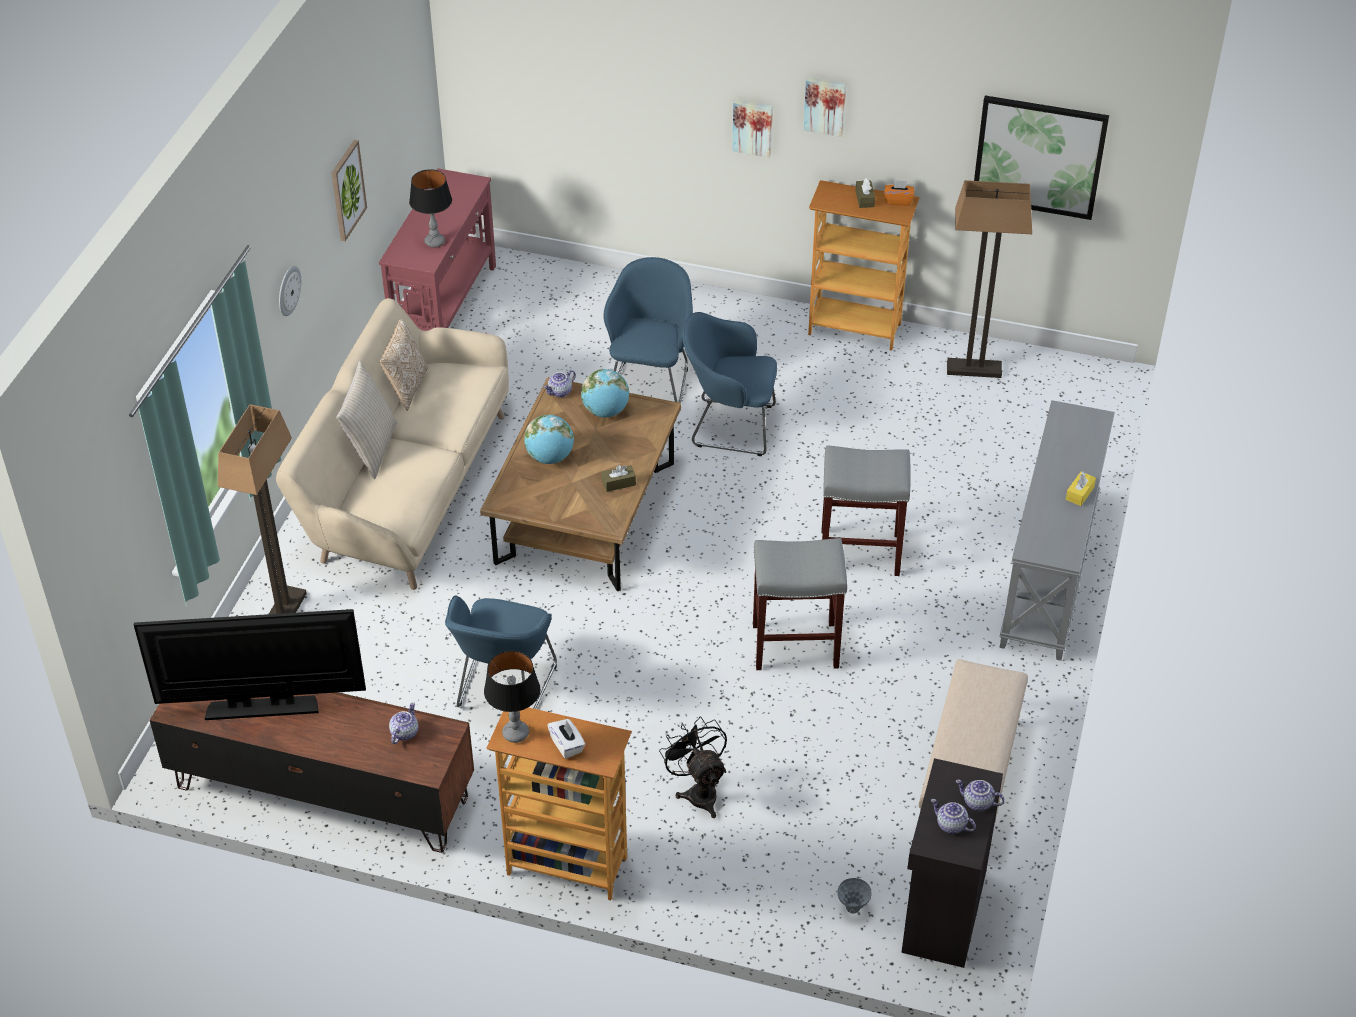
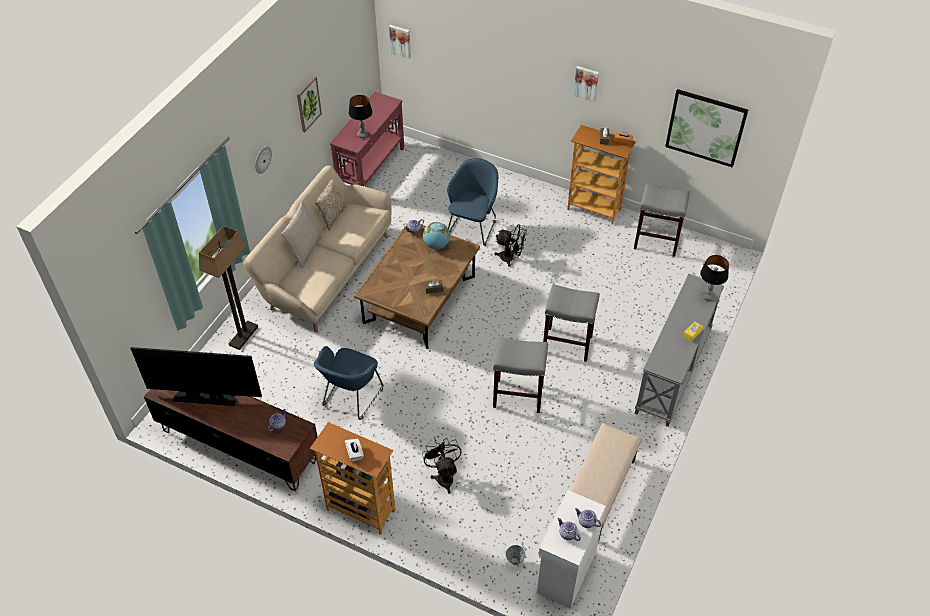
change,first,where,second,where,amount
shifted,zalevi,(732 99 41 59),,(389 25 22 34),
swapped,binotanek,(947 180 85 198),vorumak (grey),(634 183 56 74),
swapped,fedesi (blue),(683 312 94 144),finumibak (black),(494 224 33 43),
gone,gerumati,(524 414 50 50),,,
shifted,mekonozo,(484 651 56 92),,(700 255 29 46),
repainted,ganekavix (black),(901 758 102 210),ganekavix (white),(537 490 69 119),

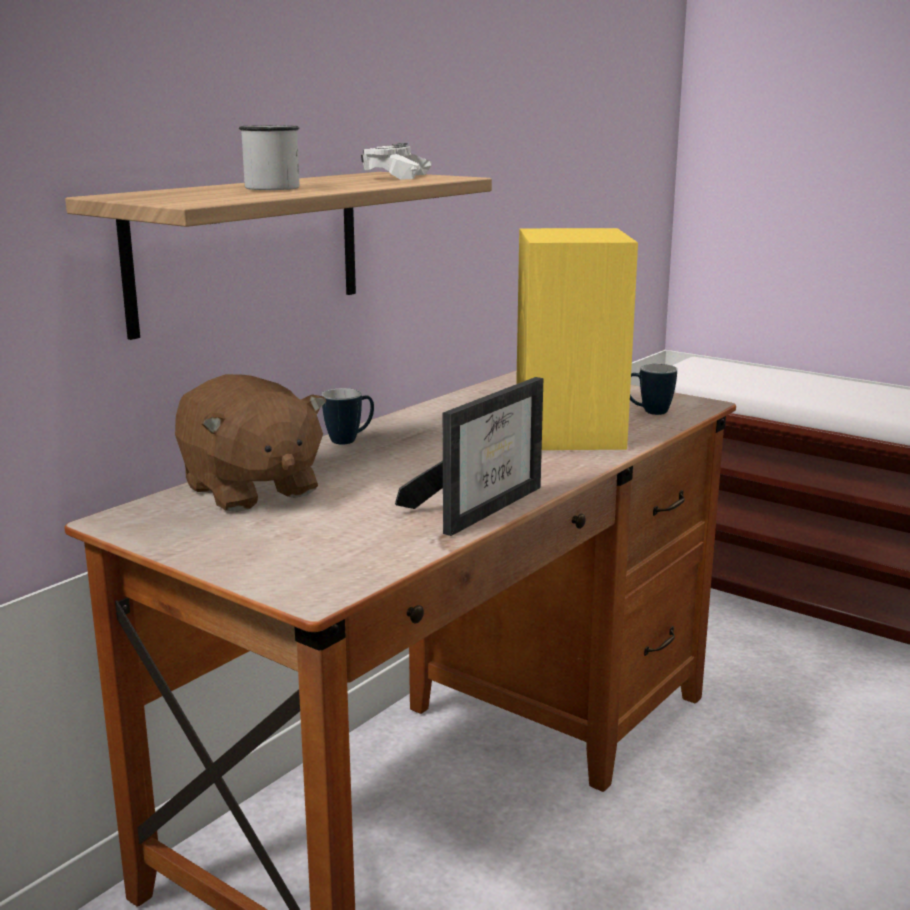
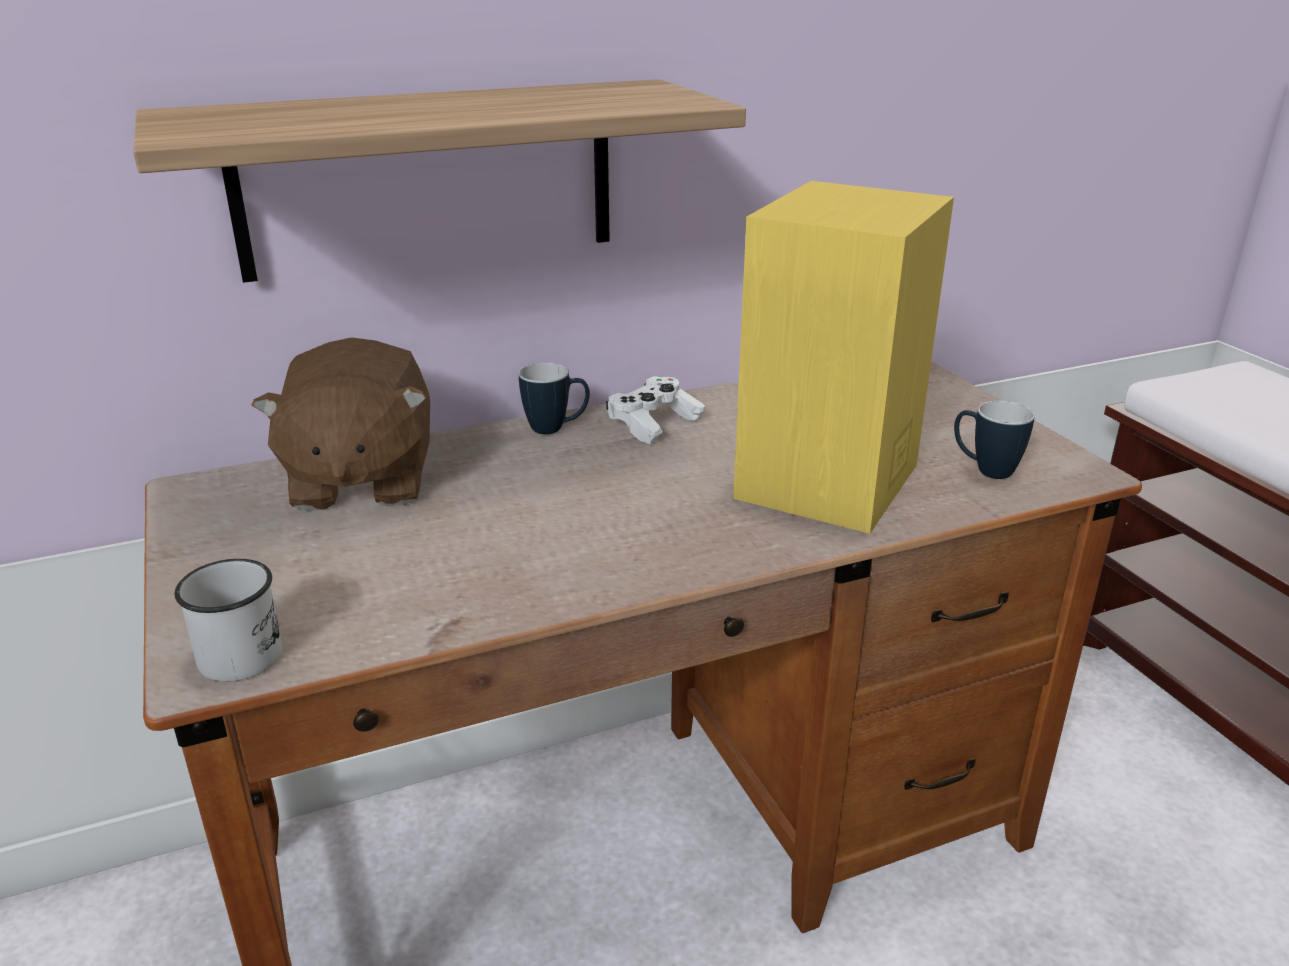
change,first,where,second,where,amount
shifted,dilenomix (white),(239 125 60 65),,(174 559 108 123),
shifted,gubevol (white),(361 143 71 37),,(606 376 99 68),
gone,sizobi,(395 377 148 159),,,

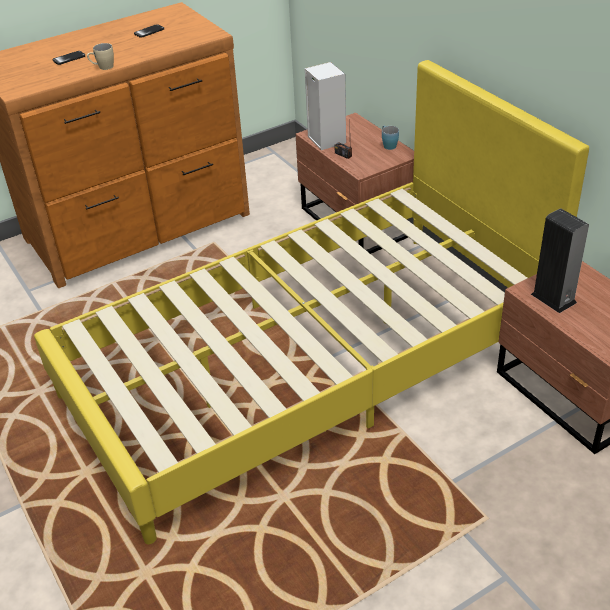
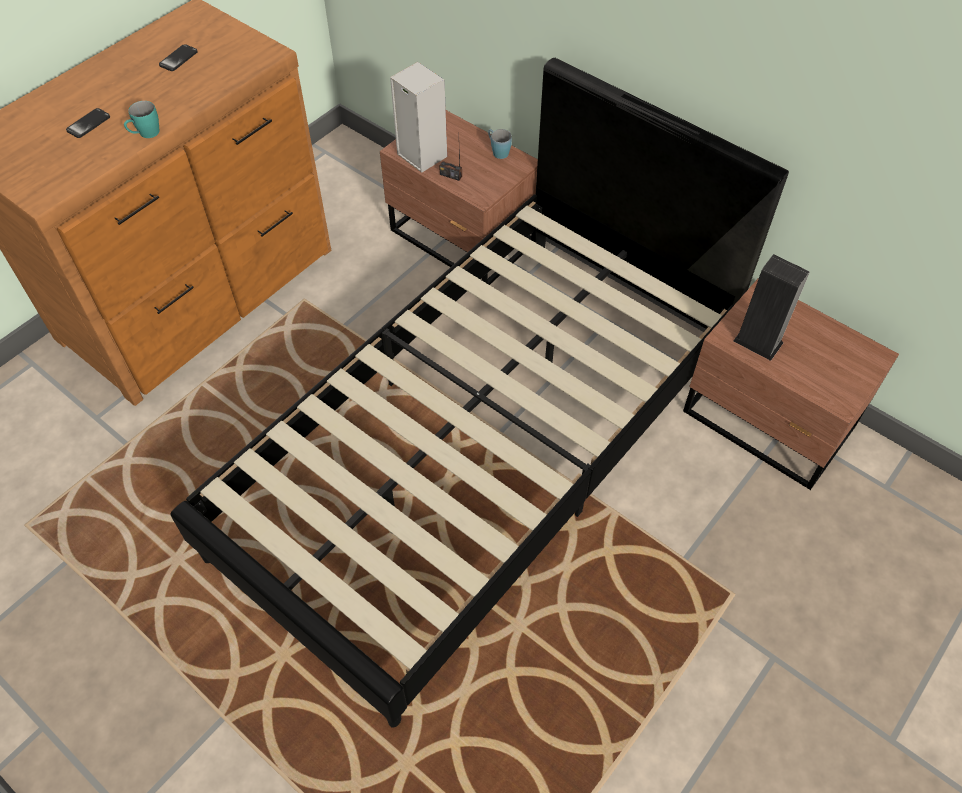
change,first,where,second,where,amount
repainted,dilenomix (beige),(87 43 27 27),dilenomix (turquoise),(124 101 36 37),
repainted,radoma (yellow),(34 60 555 484),radoma (black),(171 58 618 670),

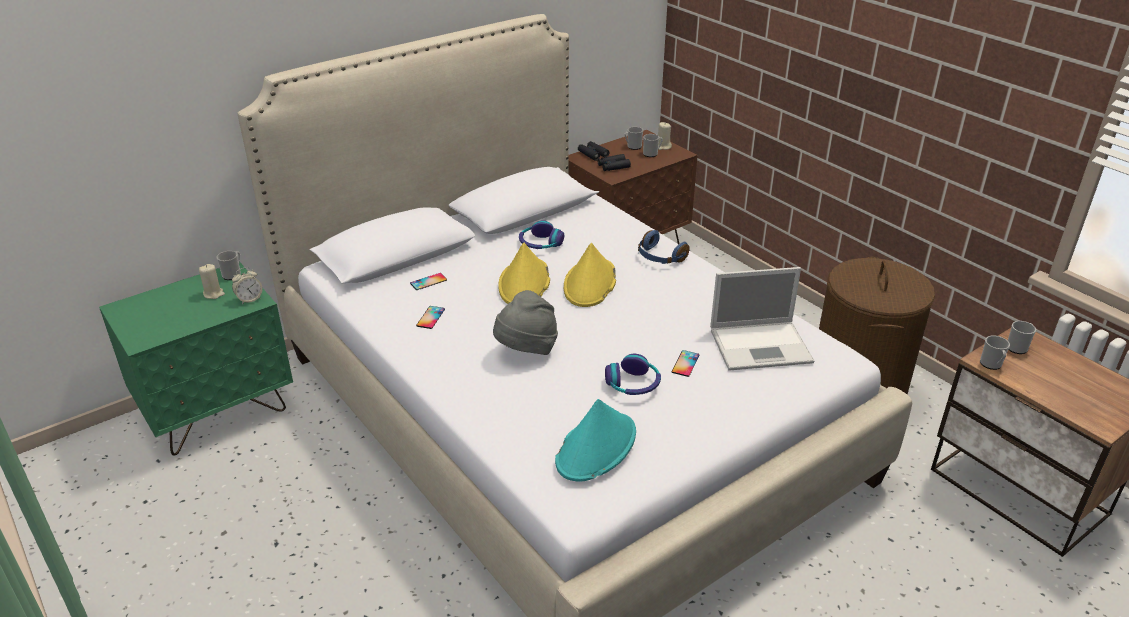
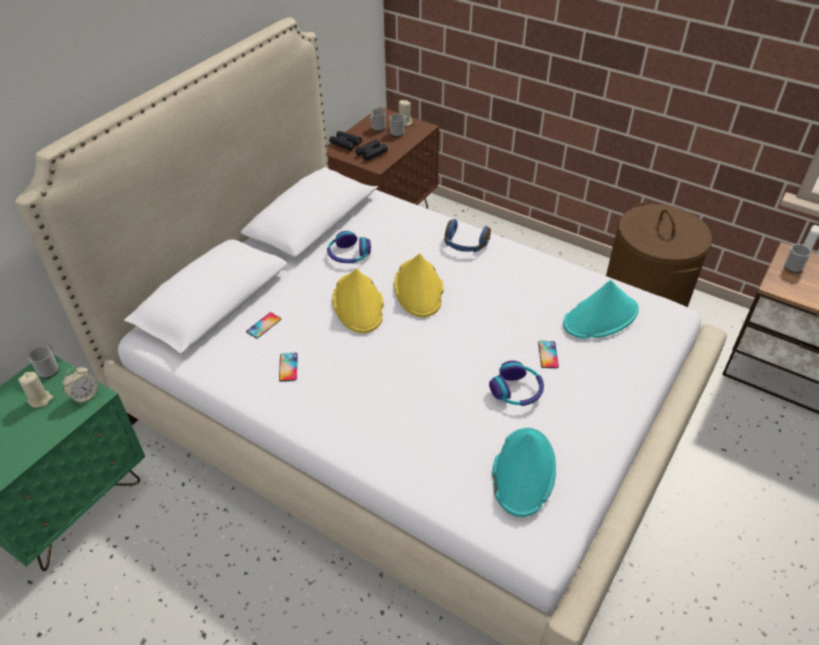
change,first,where,second,where,amount
swapped,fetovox,(710 267 104 104),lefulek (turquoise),(563 280 76 59),
gone,lefulek (grey),(493 290 65 65),,,
gone,dilenomix,(980 335 30 35),,,

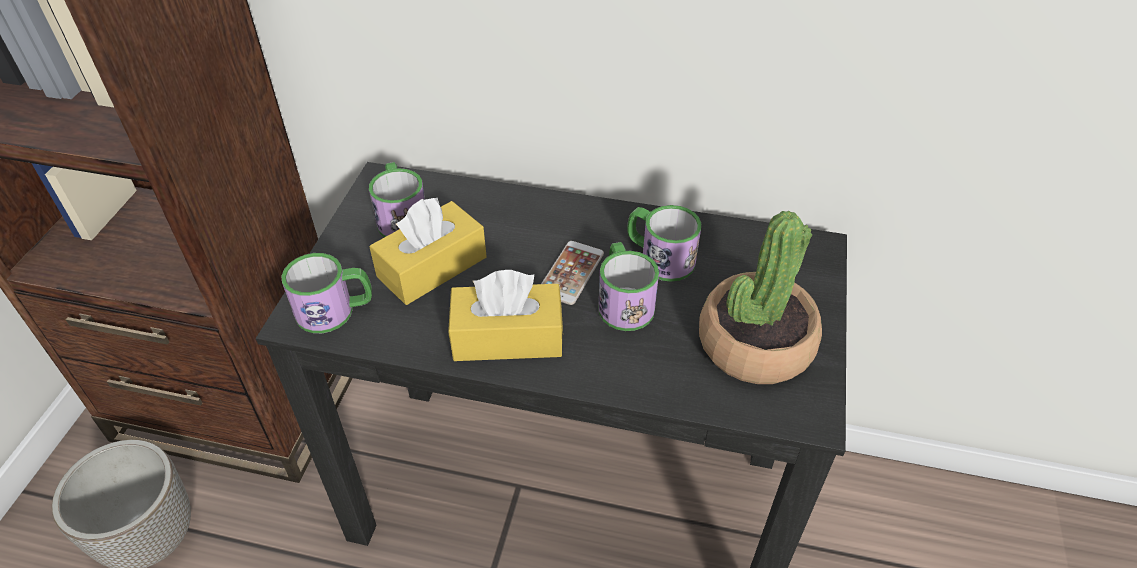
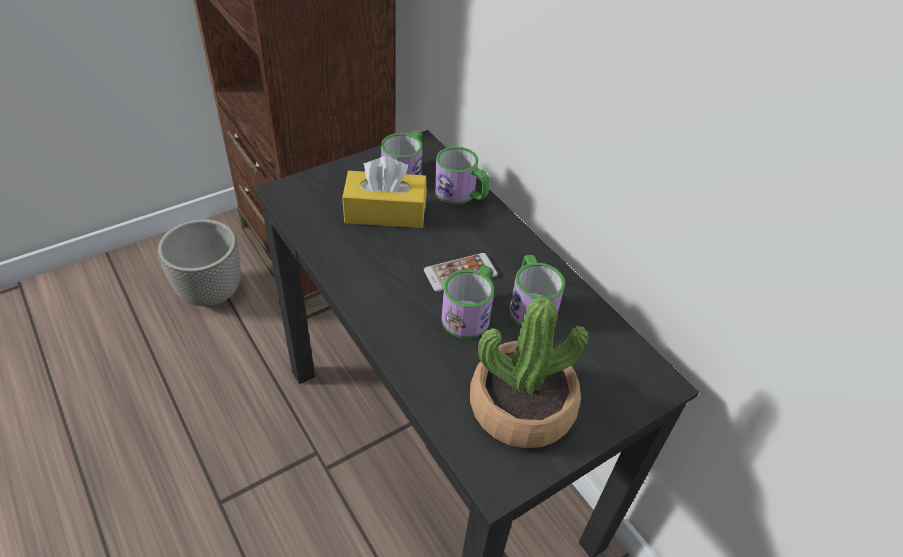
change,first,where,second,where,amount
shifted,dilenomix,(281 253 91 80),,(435 146 54 58),
gone,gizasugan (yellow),(448 270 115 91),,,

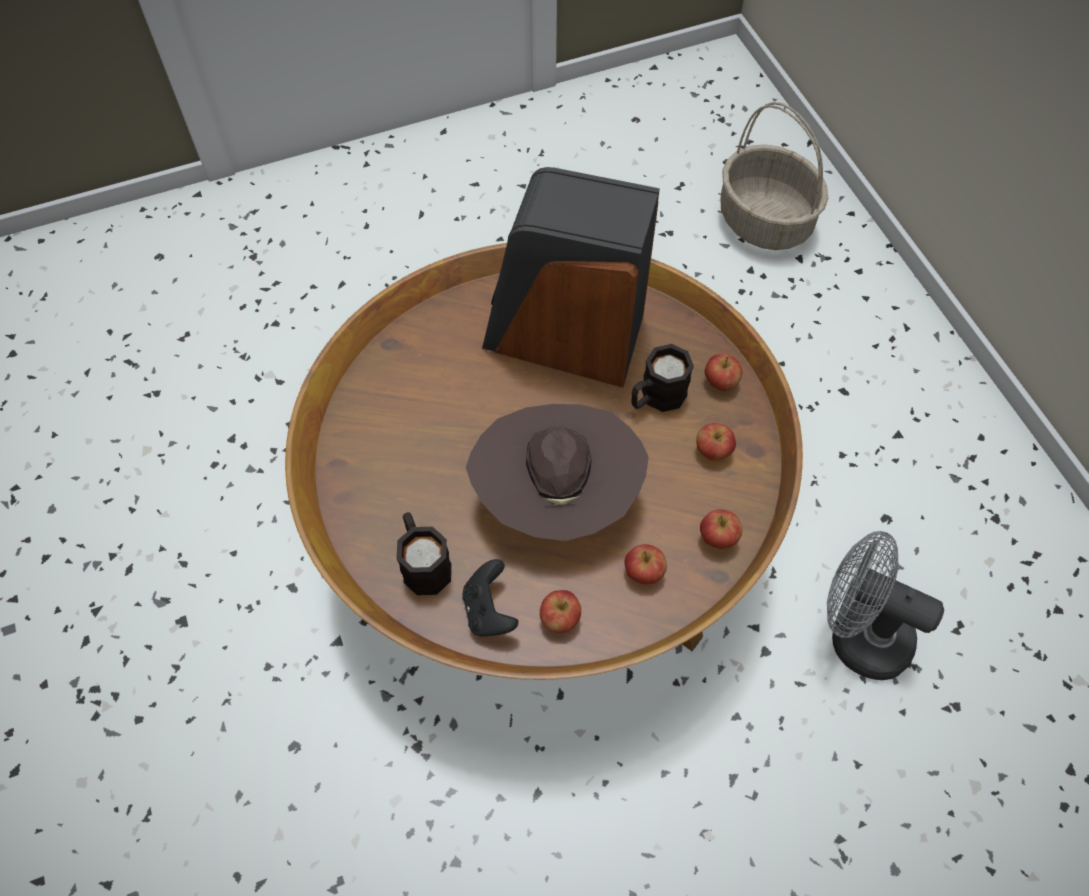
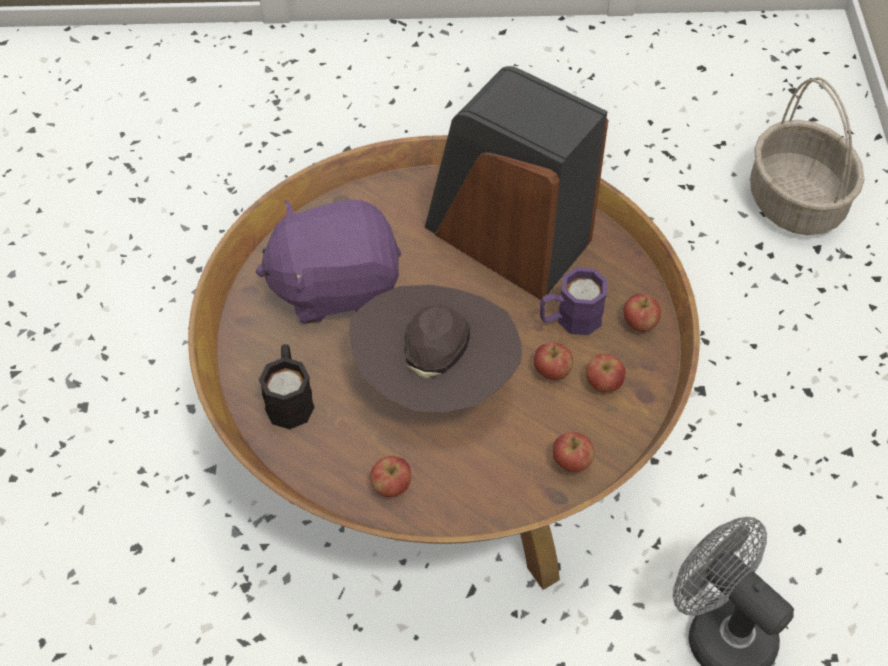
change,first,where,second,where,amount
repainted,dilenomix (black),(631 344 63 68),dilenomix (purple),(540 267 67 68),
shifted,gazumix,(625 544 42 40),,(534 342 39 38),
gone,gubevol (black),(462 559 56 77),,,
new,,,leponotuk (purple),(255 200 146 124),

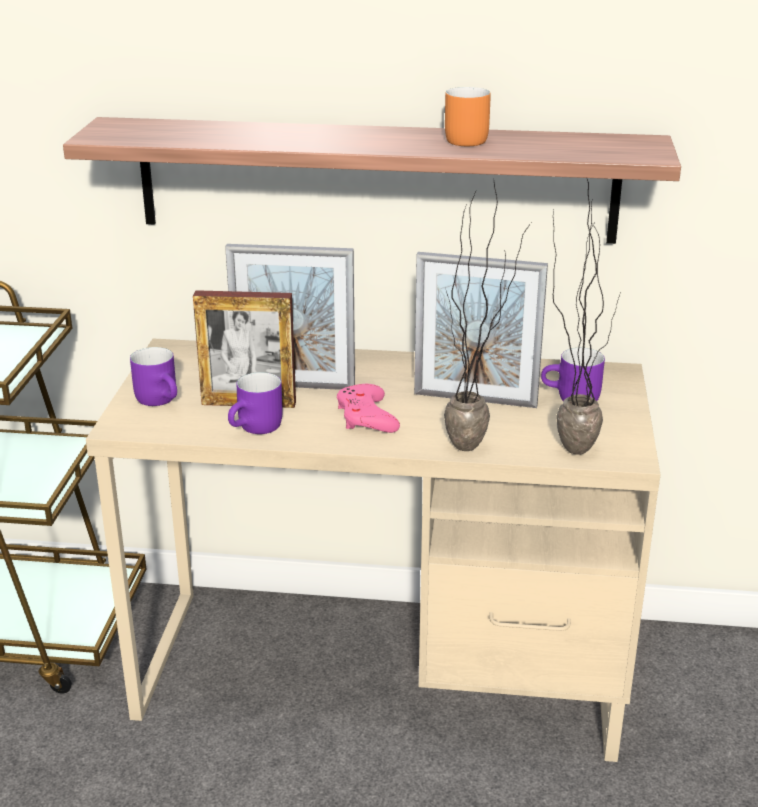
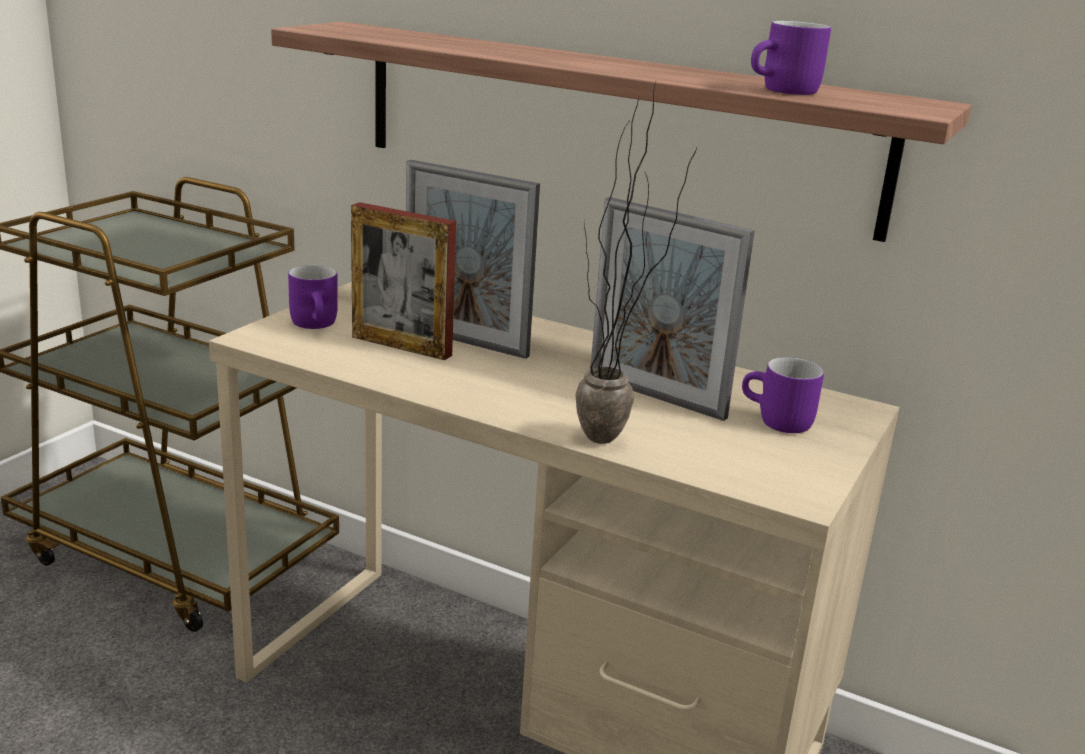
change,first,where,second,where,amount
gone,dilenomix (orange),(445 87 46 59),,,
gone,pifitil,(553 177 67 278),,,
shifted,dilenomix (purple),(228 372 55 62),,(751 21 80 74),
gone,gubevol (pink),(337 384 63 49),,,

